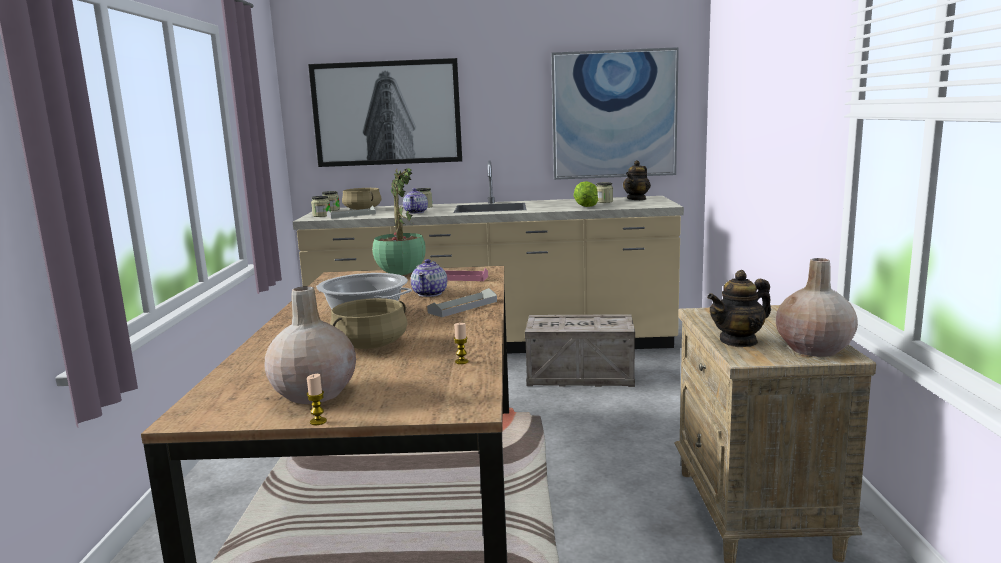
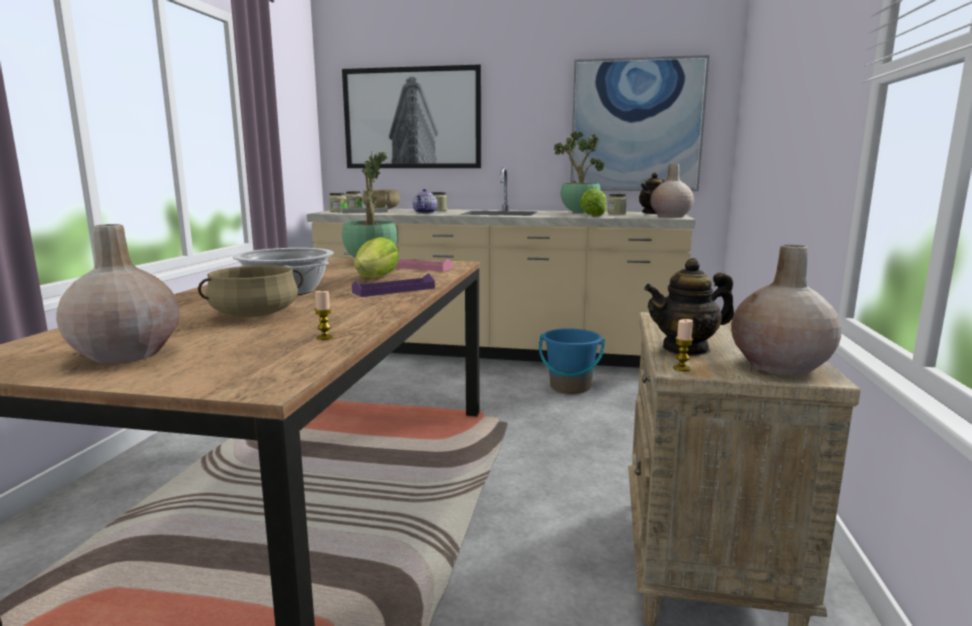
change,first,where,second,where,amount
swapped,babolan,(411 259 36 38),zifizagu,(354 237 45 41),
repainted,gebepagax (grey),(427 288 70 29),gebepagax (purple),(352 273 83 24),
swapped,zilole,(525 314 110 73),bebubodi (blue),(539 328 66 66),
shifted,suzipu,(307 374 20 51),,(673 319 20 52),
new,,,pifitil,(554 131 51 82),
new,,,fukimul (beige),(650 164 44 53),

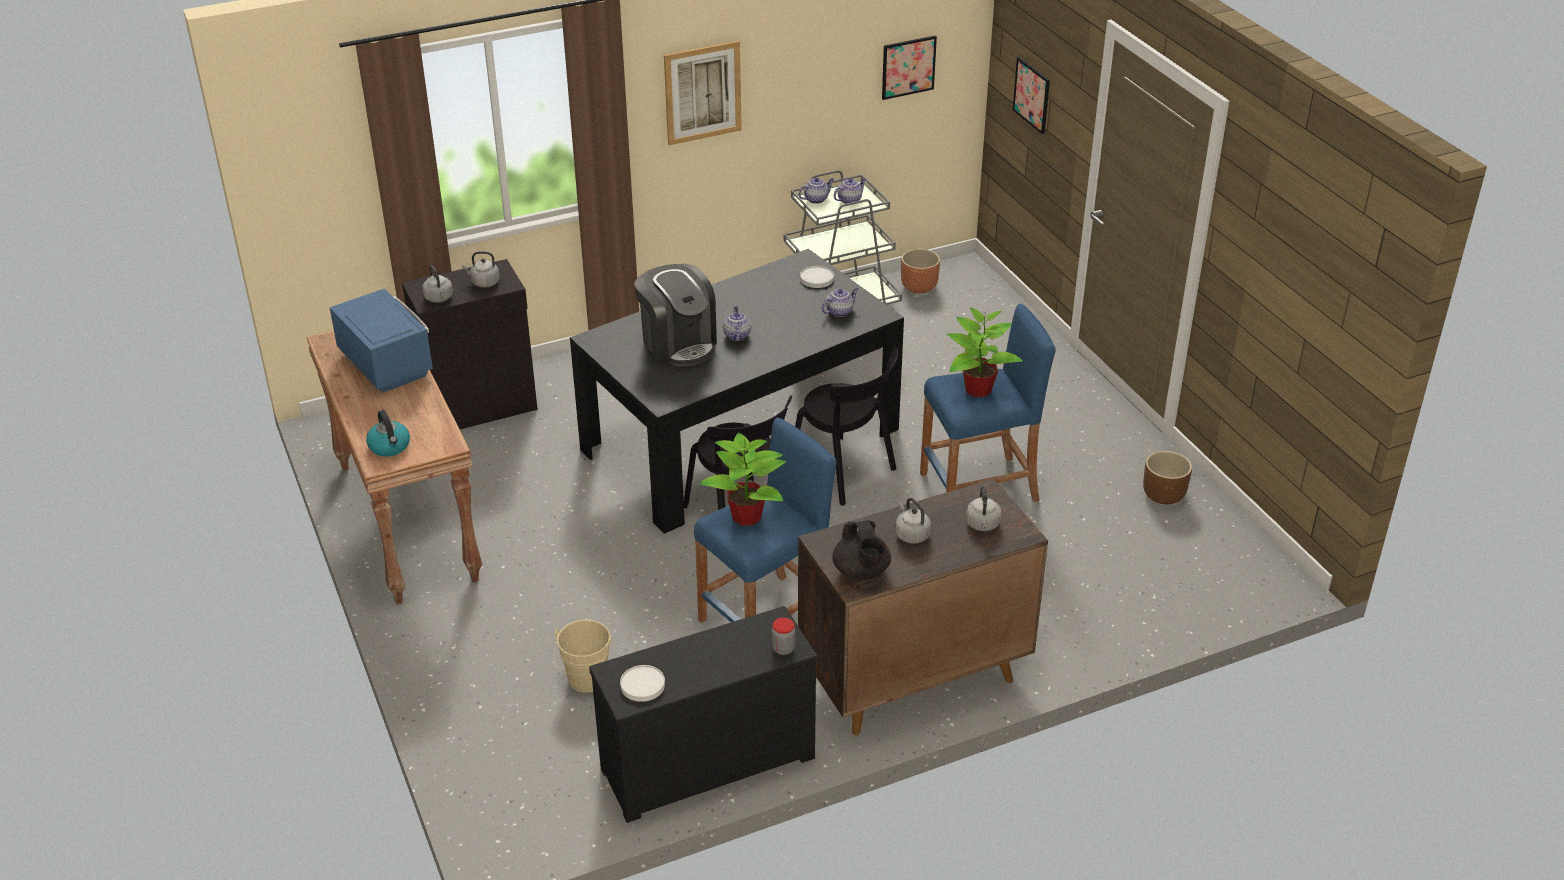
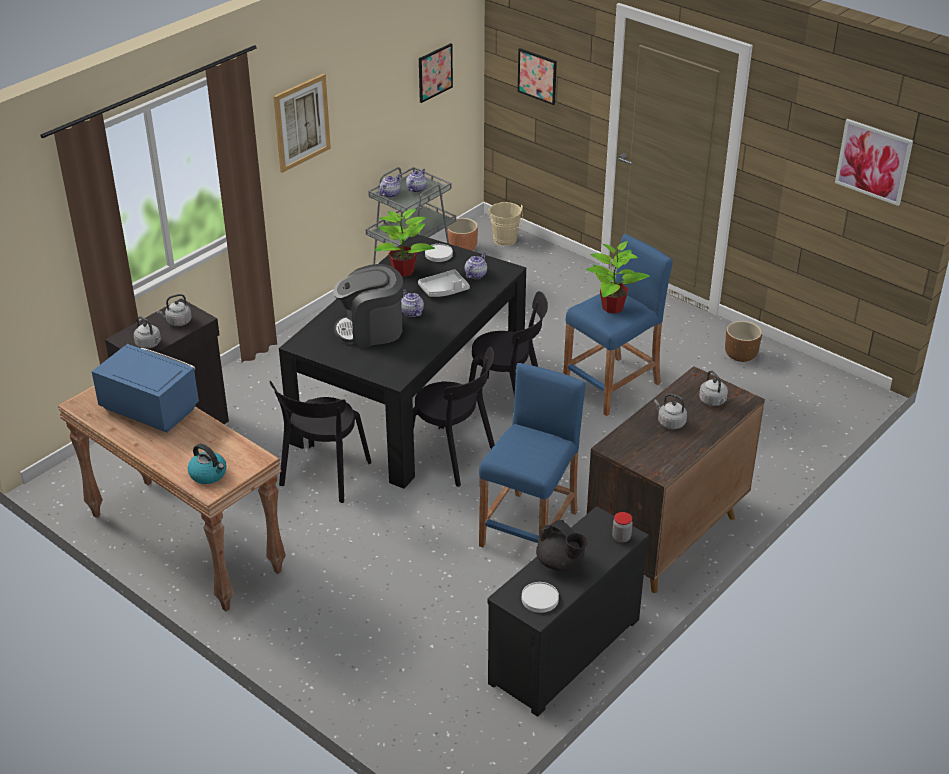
change,first,where,second,where,amount
rotated,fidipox,(634 264 83 102),,(333 264 70 84),135 degrees clockwise
shifted,pifitil,(699 433 87 93),,(375 209 60 68),
shifted,babolan (black),(832 520 59 60),,(536 520 52 51),
shifted,bebubodi (beige),(554 620 58 72),,(488 202 35 44),
new,,,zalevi,(835 119 78 87),
new,,,gebepagax (grey),(418 269 52 28),
new,,,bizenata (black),(269 381 103 122),

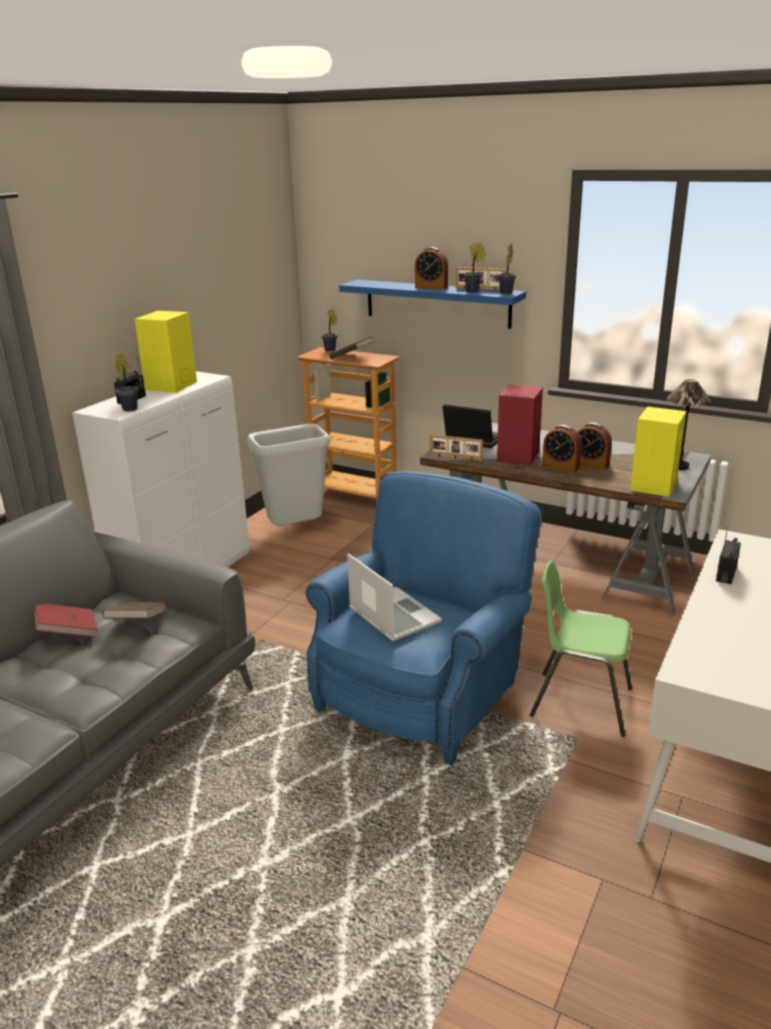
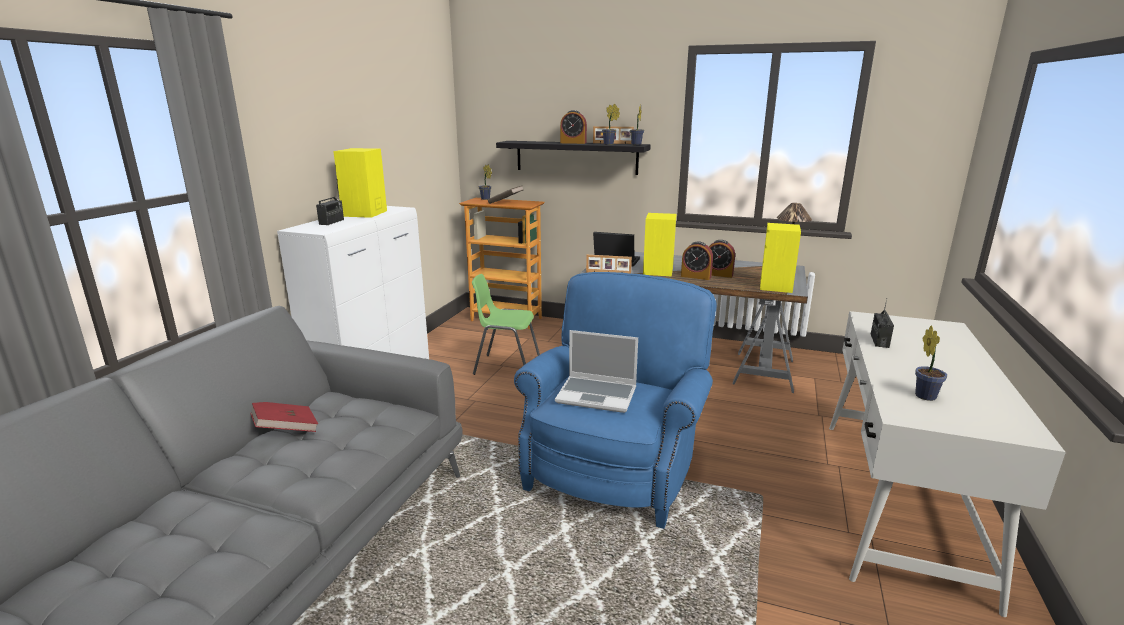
change,first,where,second,where,amount
repainted,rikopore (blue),(339 280 187 49),rikopore (black),(496 141 155 34),
shifted,pifitil,(115 351 23 61),,(915 325 32 76),
repainted,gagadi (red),(497 384 46 81),gagadi (yellow),(643 213 34 63),
gone,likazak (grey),(247 424 84 102),,,
rotated,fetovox,(347 553 95 88),,(555 330 83 83),150 degrees clockwise
shifted,bizenata (green),(530 560 102 177),,(472 274 68 101),
gone,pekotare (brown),(102 602 65 17),,,

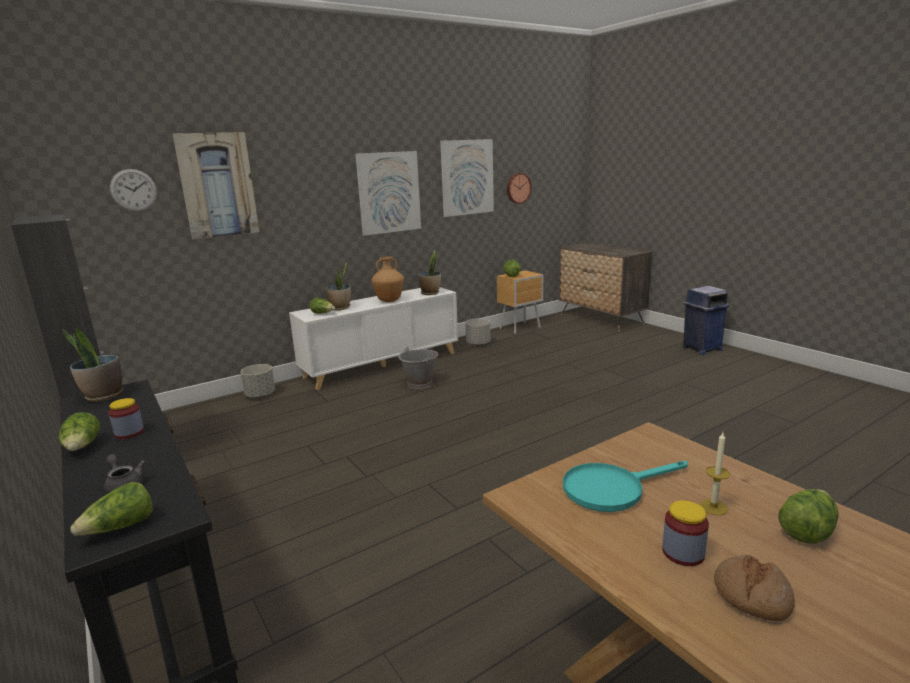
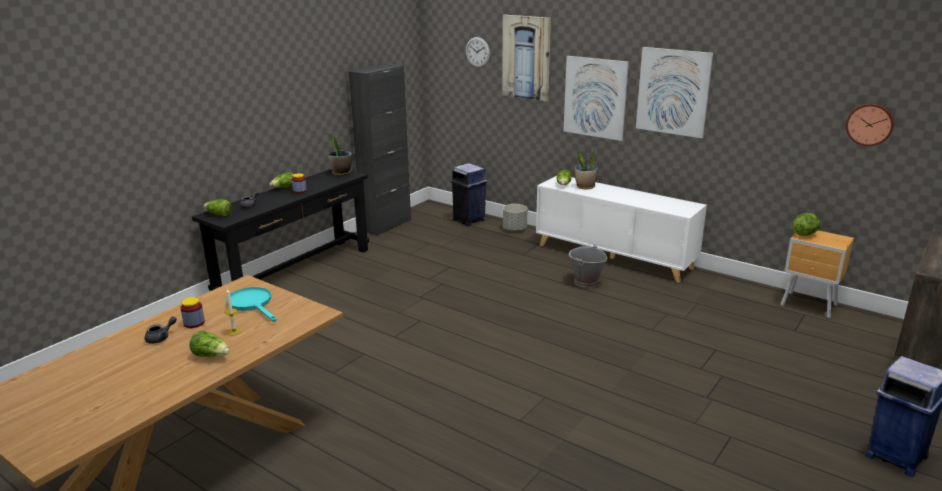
change,first,where,second,where,amount
shifted,zalevi,(440 139 54 78),,(564 56 65 85),
gone,pifitil,(418 250 23 45),,,
gone,fukimul (brown),(371 256 33 46),,,
gone,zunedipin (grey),(465 318 25 28),,,
swapped,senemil,(714 555 81 66),babolan (grey),(145 317 32 27),
new,,,likazak (blue),(450 163 38 63),

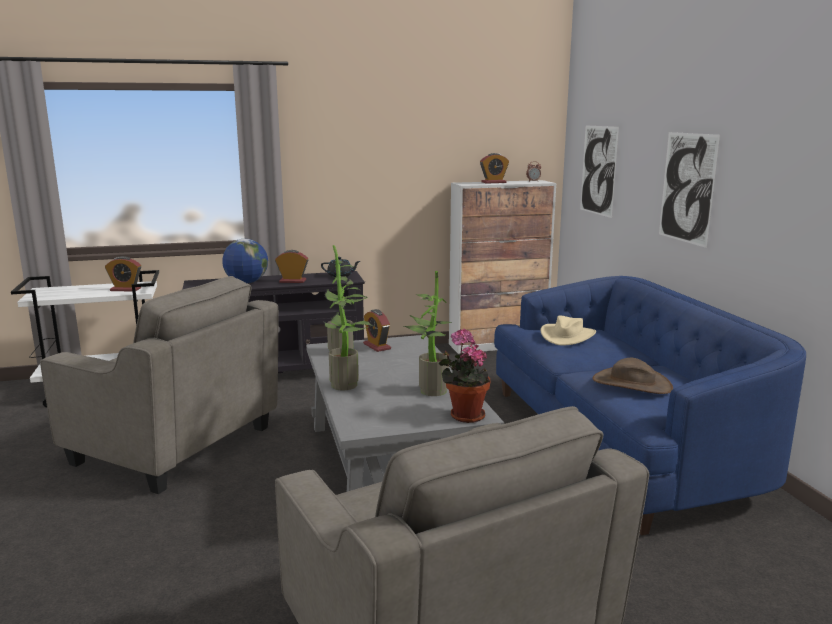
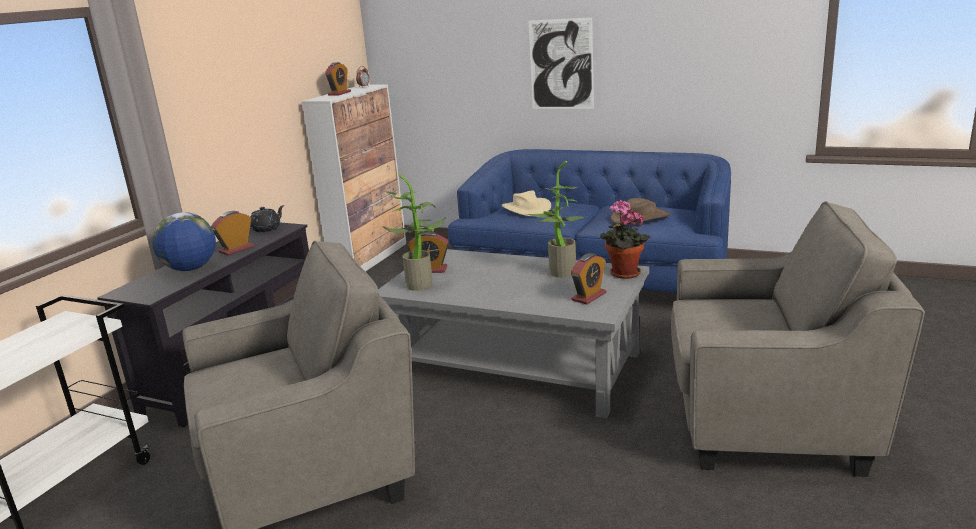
change,first,where,second,where,amount
gone,zalevi,(580 125 39 93),,,
shifted,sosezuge,(105 256 36 35),,(571 253 35 51),
gone,pifitil,(324 264 50 127),,,

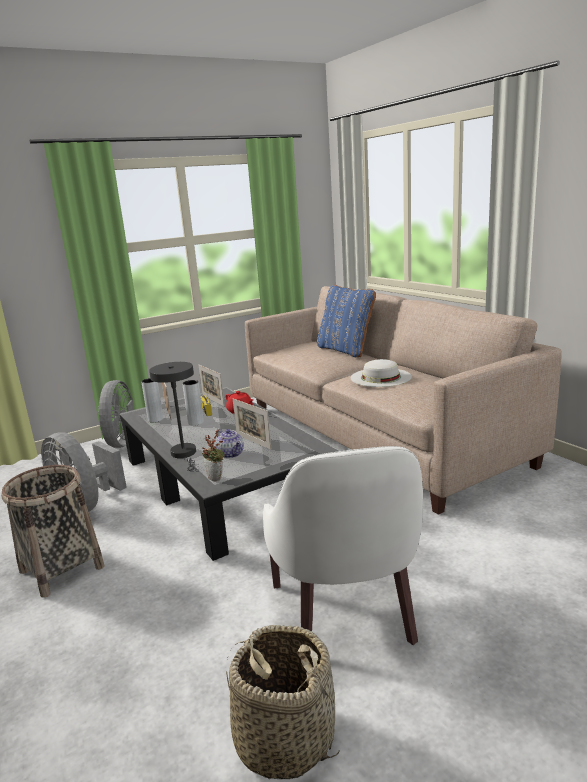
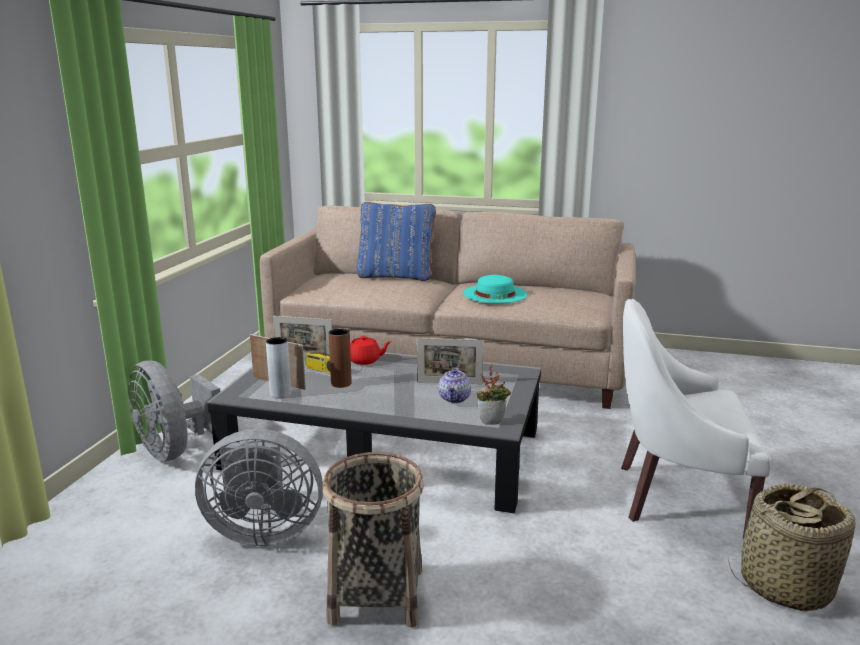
change,first,where,second,where,amount
repainted,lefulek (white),(351 359 61 28),lefulek (turquoise),(463 275 64 28),
gone,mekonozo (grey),(149 362 47 109),,,
repainted,fukimul (grey),(182 380 22 46),fukimul (brown),(329 328 23 60),
rotated,babolan,(216 429 28 29),,(438 367 33 36),90 degrees clockwise
rotated,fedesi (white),(263 446 160 199),,(621 299 150 240),150 degrees clockwise

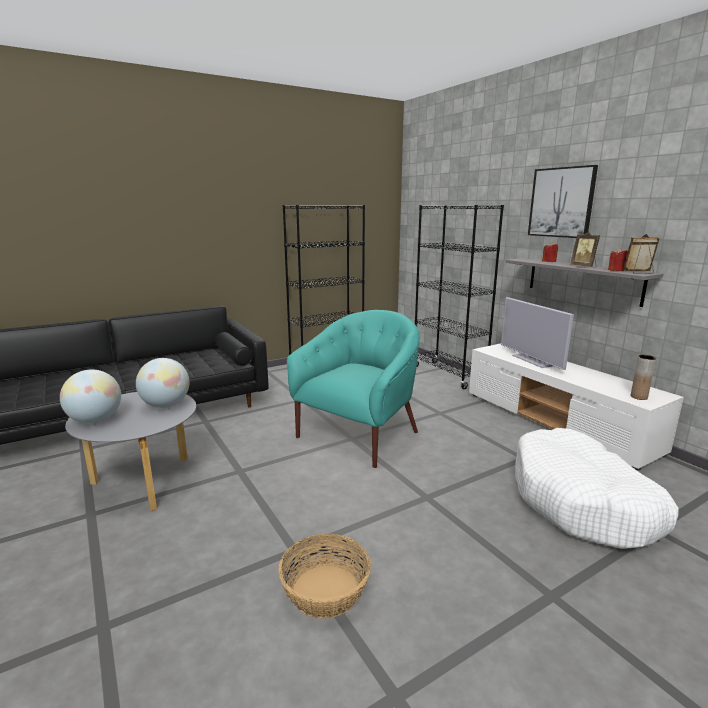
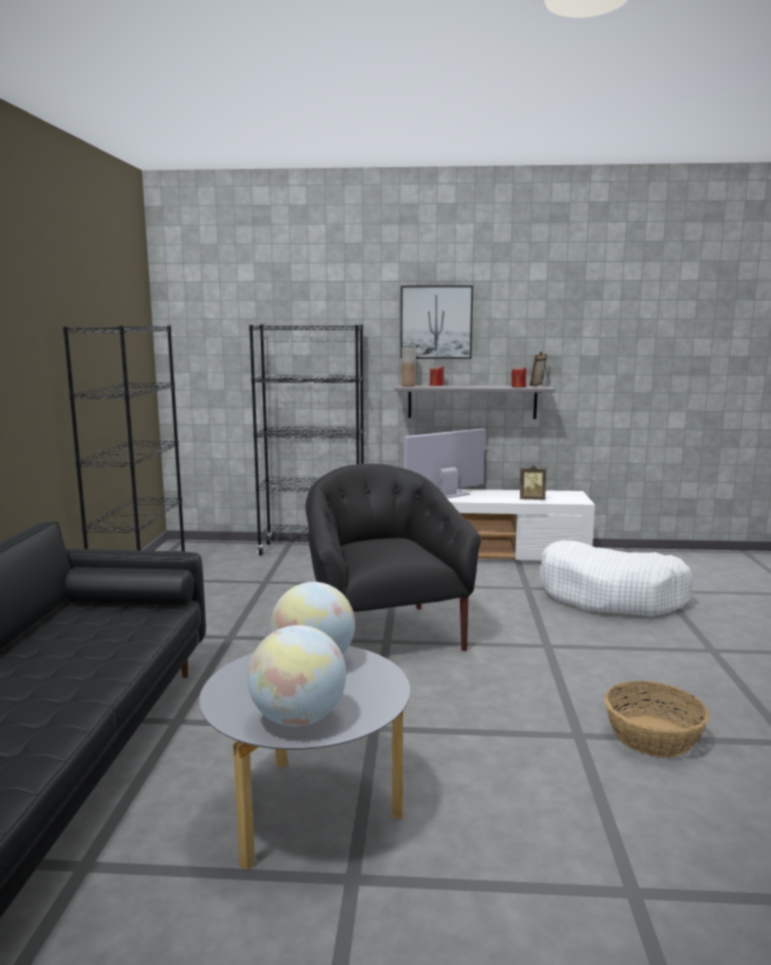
change,first,where,second,where,amount
shifted,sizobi,(570 231 30 36),,(520 465 26 35),
rotated,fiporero,(501 297 73 73),,(404 428 81 70),135 degrees clockwise
repainted,fedesi (turquoise),(287 310 133 158),fedesi (black),(306 464 175 187),
shifted,fukimul (brown),(631 355 25 45),,(402 346 14 41),

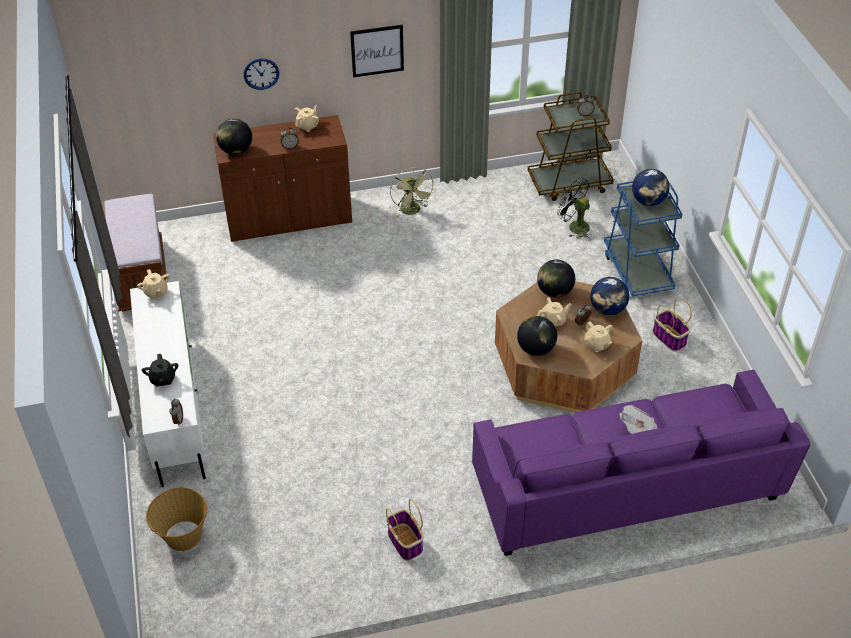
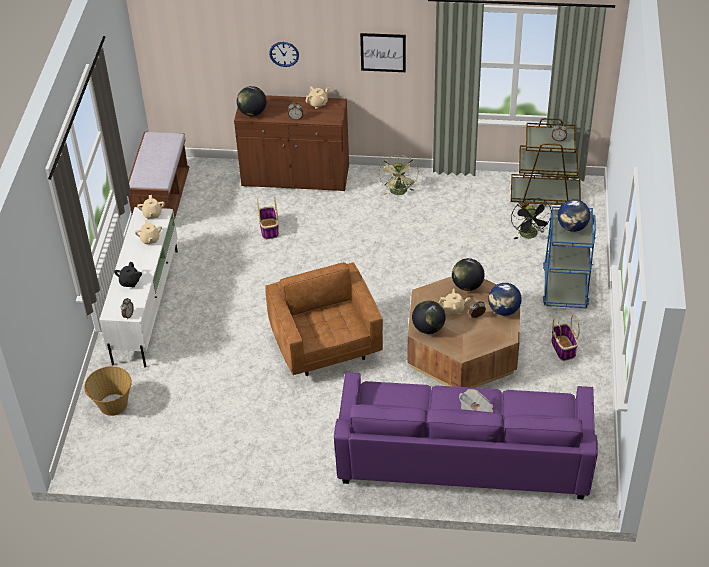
change,first,where,second,where,amount
rotated,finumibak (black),(557 177 35 62),,(511 198 41 41),150 degrees counterclockwise
shifted,babolan (beige),(584 322 29 30),,(135 220 27 25),
shifted,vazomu,(386 499 38 62),,(257 197 22 43),
new,,,fedesi (brown),(265 262 118 114),

